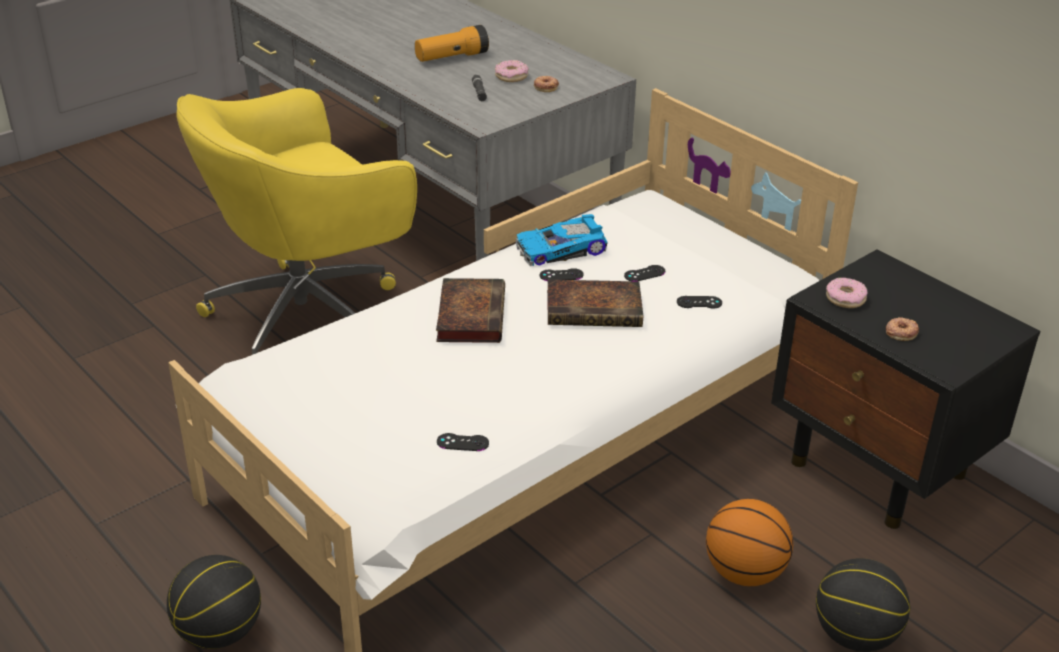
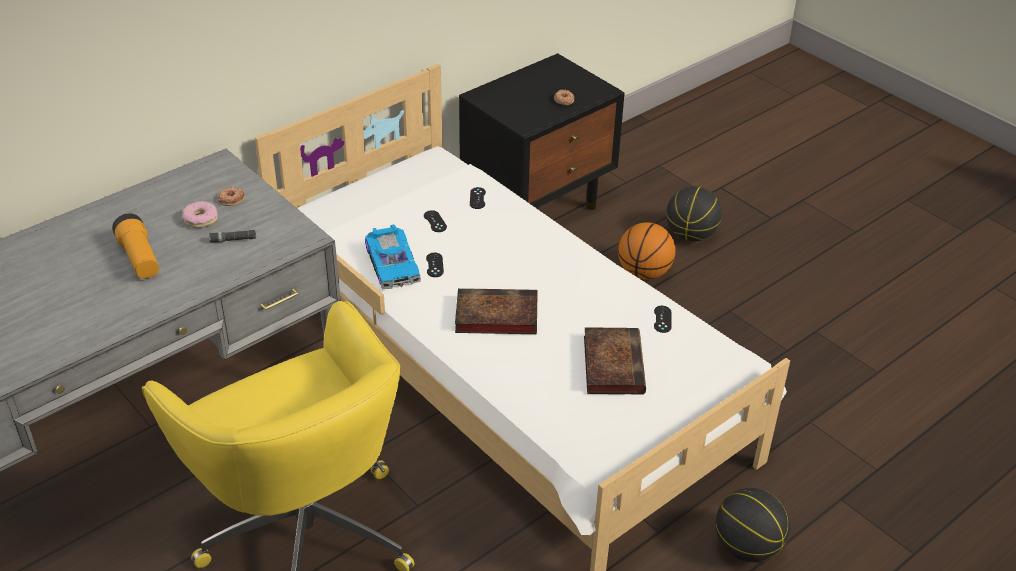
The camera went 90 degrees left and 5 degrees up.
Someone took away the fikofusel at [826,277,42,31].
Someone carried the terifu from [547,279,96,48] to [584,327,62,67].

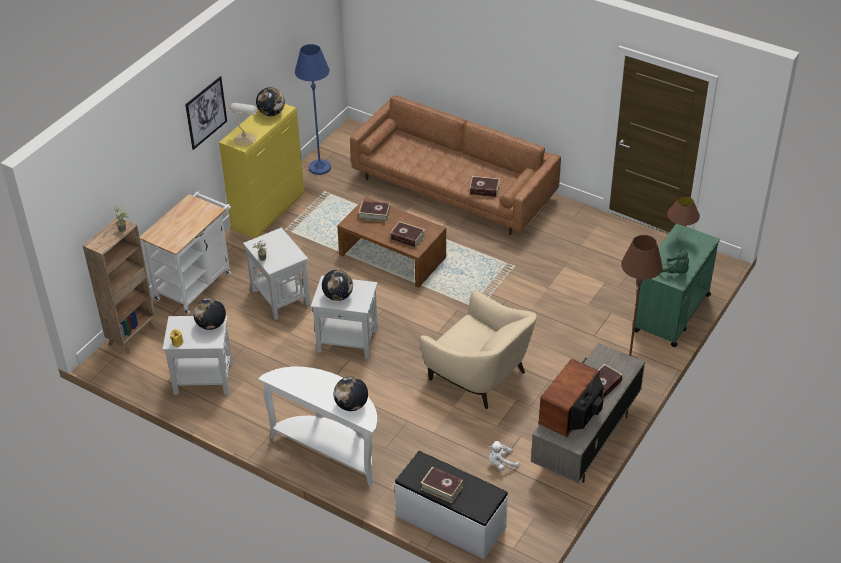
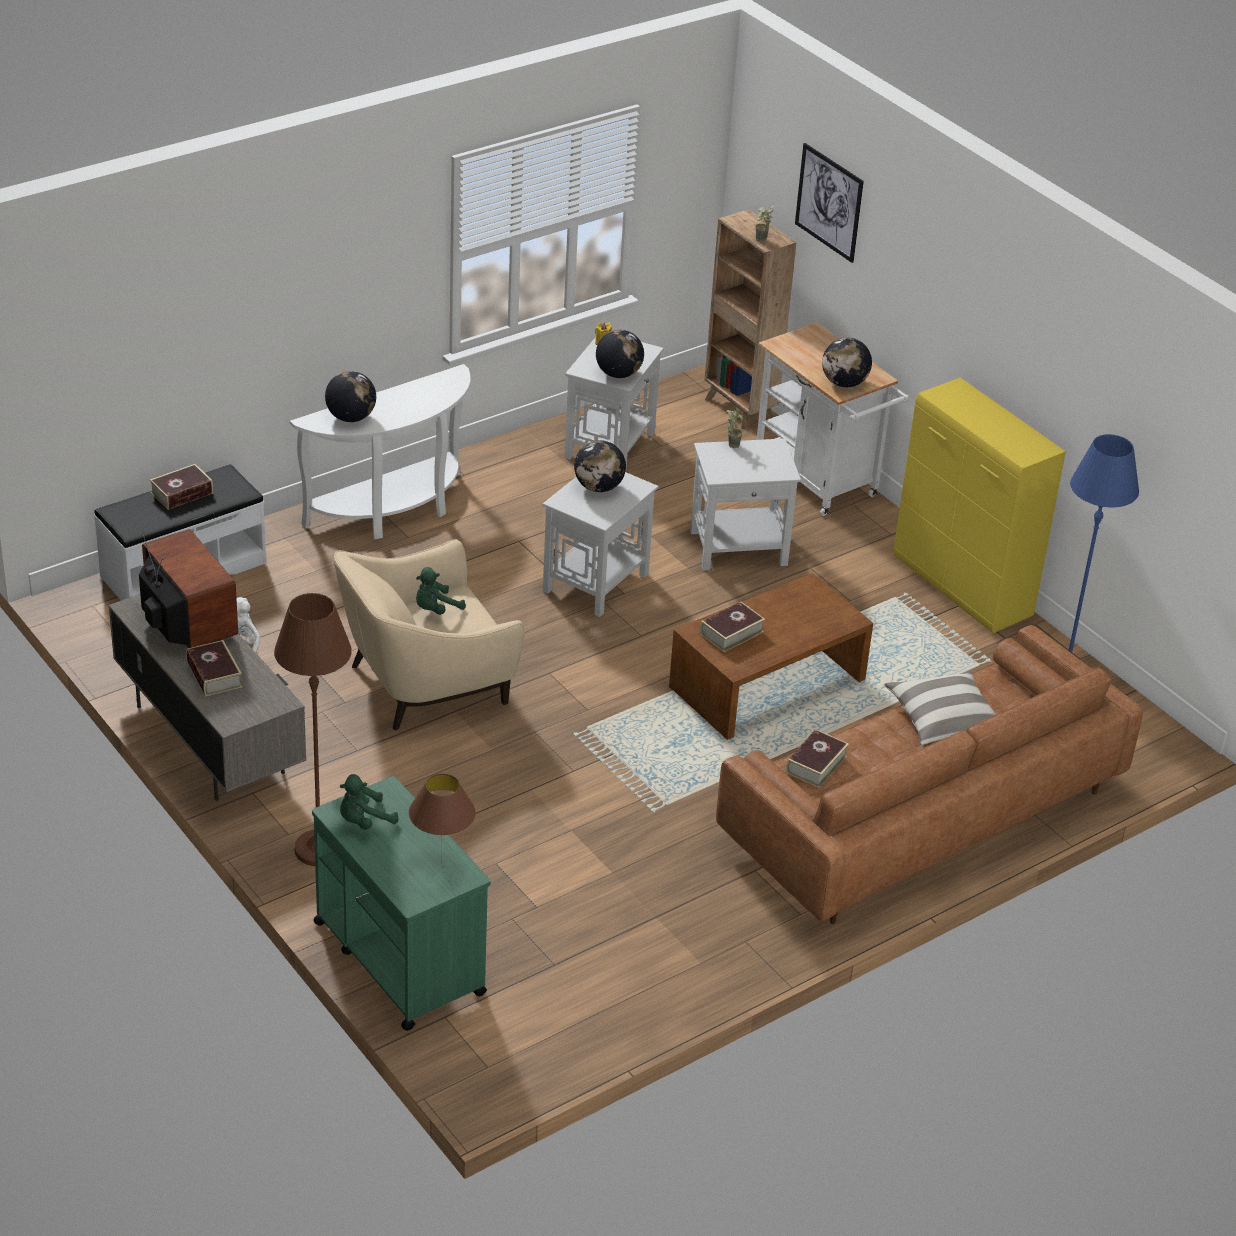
The camera went 110 degrees right and 5 degrees down.
Someone carried the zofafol from [185,76,42,74] to [795,143,69,120].
Someone carried the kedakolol from [256,87,29,29] to [822,338,50,49].
Someone took away the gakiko at [227,103,30,43].
Someone took away the terifu at [359,201,31,21].
Someone put down the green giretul at [416,567,50,48].
Someone put down the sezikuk at [885,670,111,75].

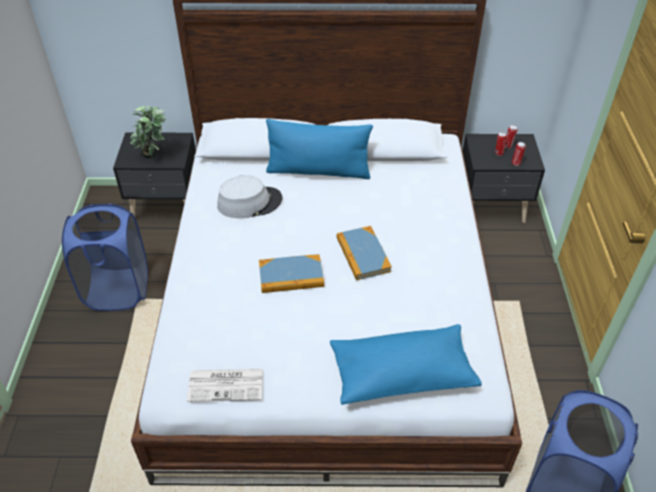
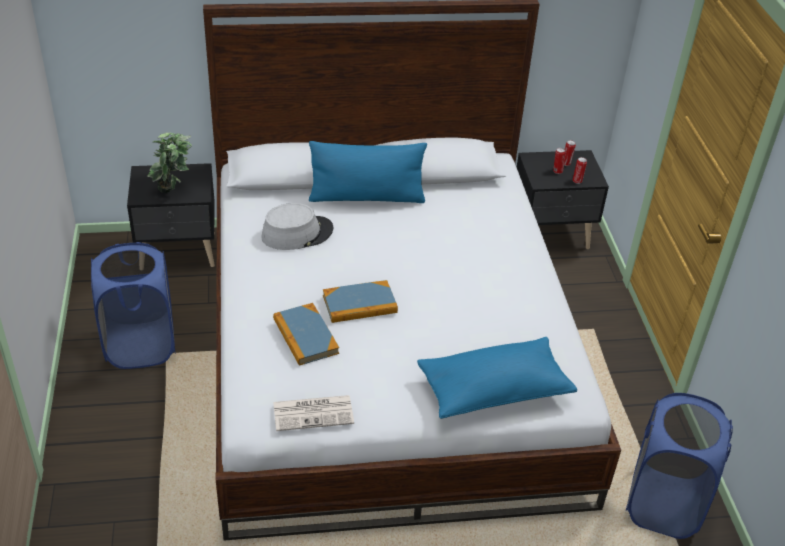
The camera went 10 degrees left and 5 degrees down.
Someone carried the terifu from [337,226,55,54] to [273,303,66,63].

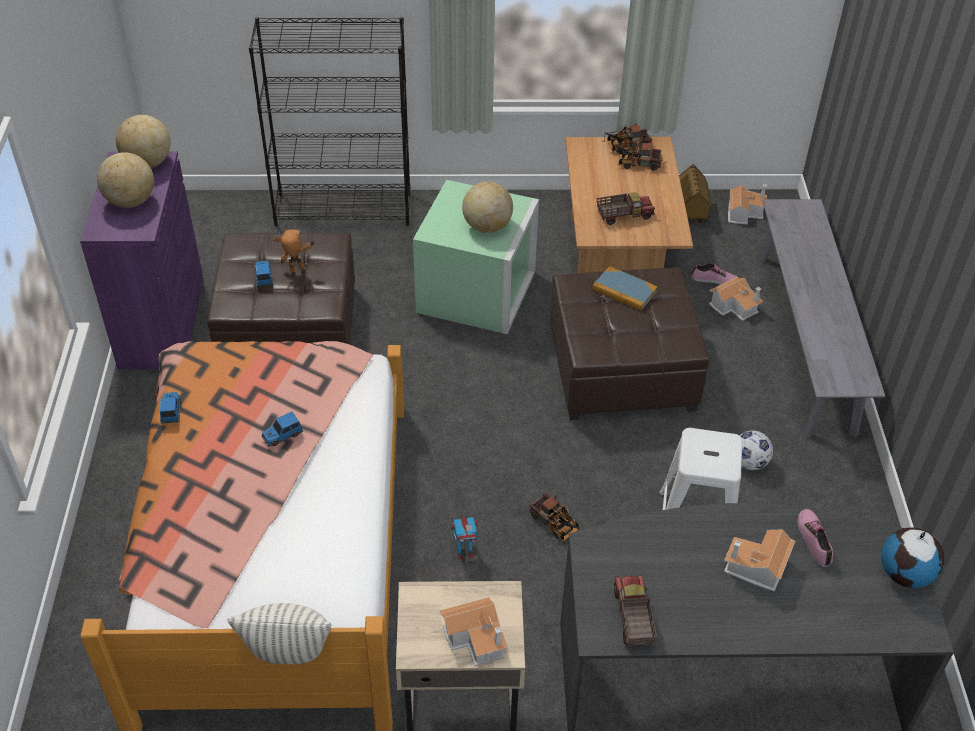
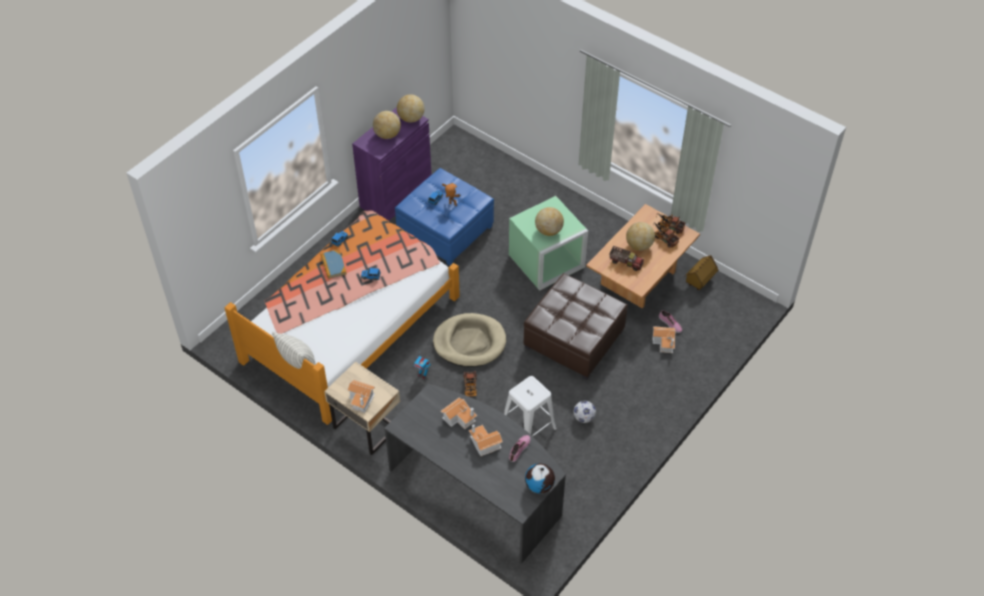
The camera went 40 degrees right and 5 degrees up.
Someone took away the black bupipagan at [249,17,161,209].
Someone carried the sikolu from [728,184,39,40] to [441,398,36,31].
Someone took away the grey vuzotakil at [759,199,126,239].
Someone repainted the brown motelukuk at [207,233,148,112], which became the blue motelukuk at [395,168,99,98].
Someone carried the terifu from [592,266,65,45] to [321,249,26,30].
Someone took away the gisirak at [614,575,43,72].
Someone put down the kedakolol at [626,222,29,29].
Someone put down the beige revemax at [433,313,73,54].

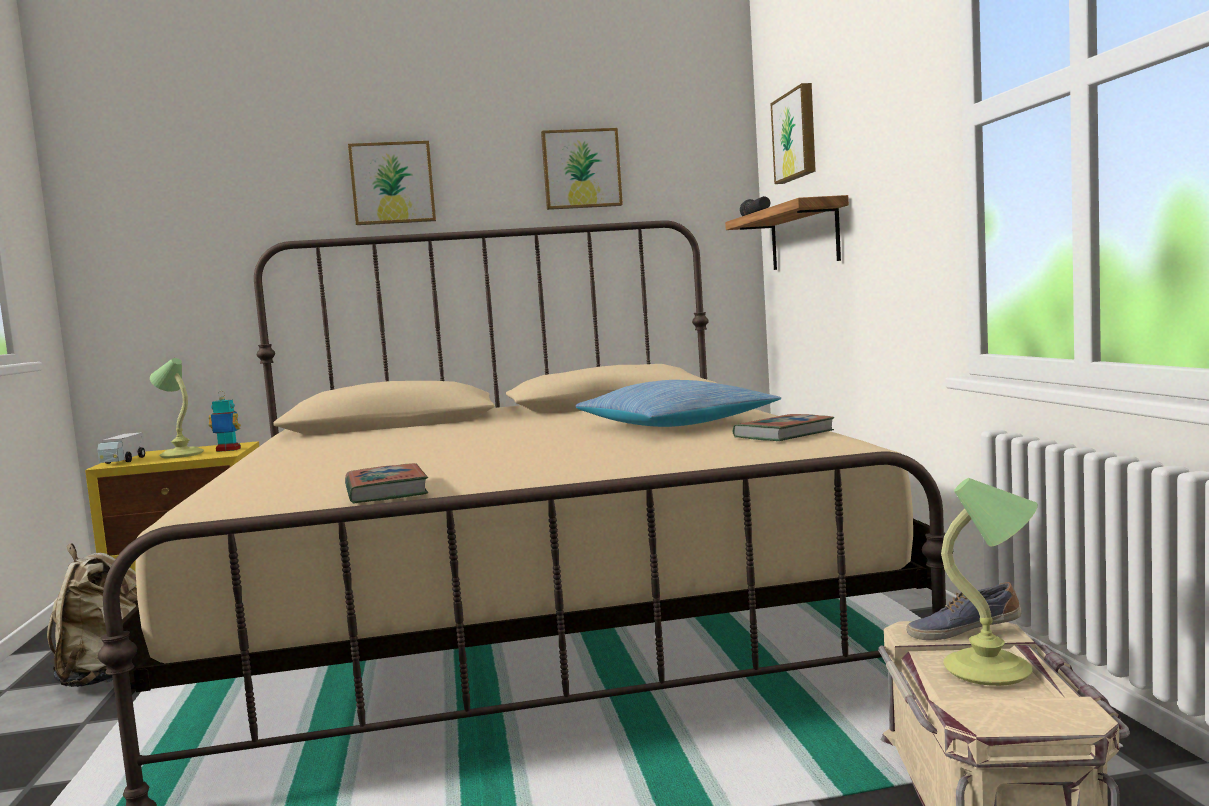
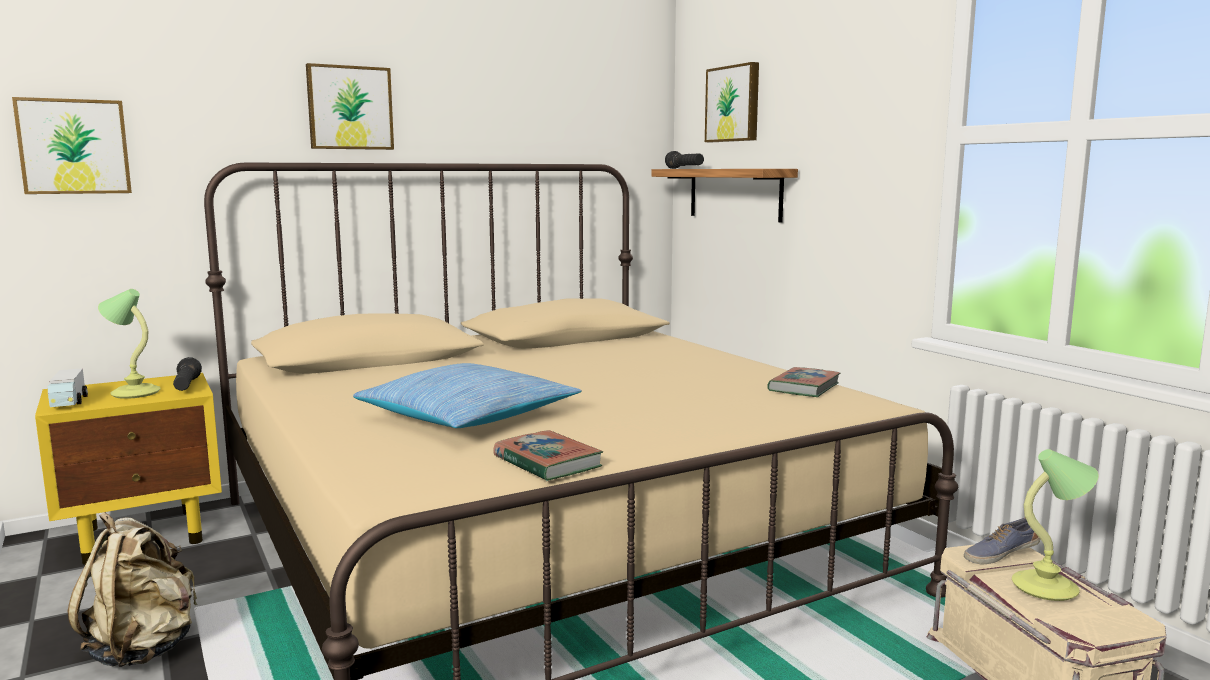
The camera went 20 degrees left and 5 degrees up.
Someone carried the zofafol from [541,128,82,82] to [12,97,120,97].
Someone carried the sezikuk from [576,380,205,47] to [353,363,229,65].
Someone swapped the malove at [209,391,32,61] for the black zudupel at [173,357,29,34].

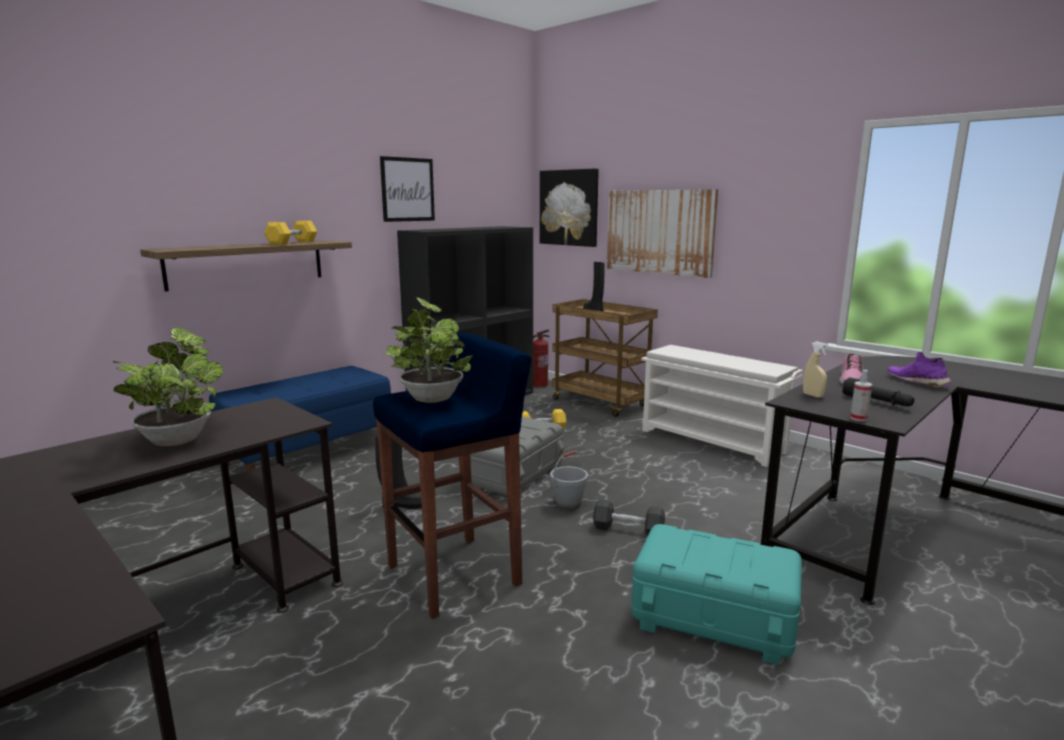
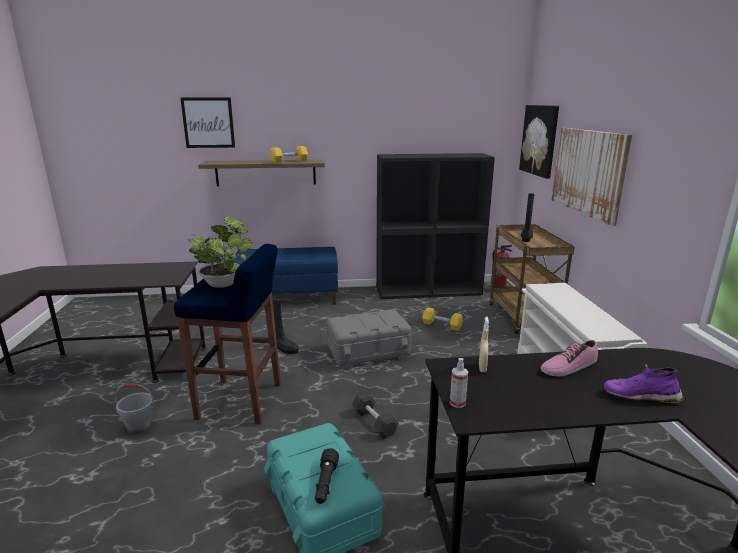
The camera went 40 degrees right and 5 degrees up.
Someone carried the zofafol from [380,156,55,66] to [180,97,55,51].
Someone took away the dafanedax at [112,327,111,119].
Someone rotated the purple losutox at [887,352,64,35] by 90 degrees counterclockwise.
Someone carried the black zudupel from [842,377,73,30] to [315,448,24,56].
Someone carried the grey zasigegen from [550,451,38,58] to [115,384,39,49].

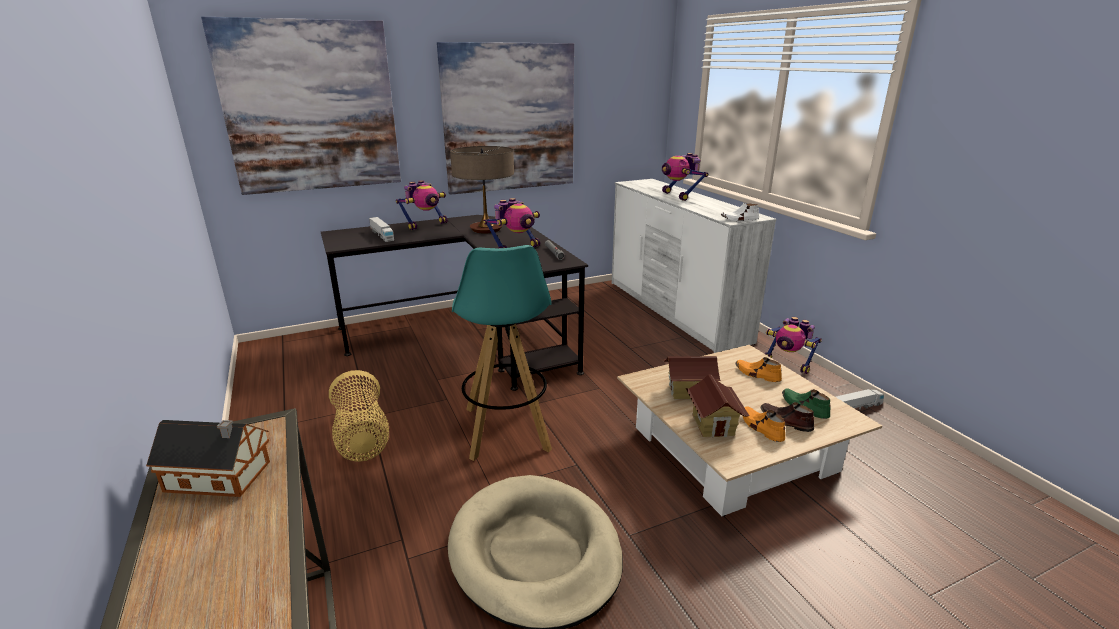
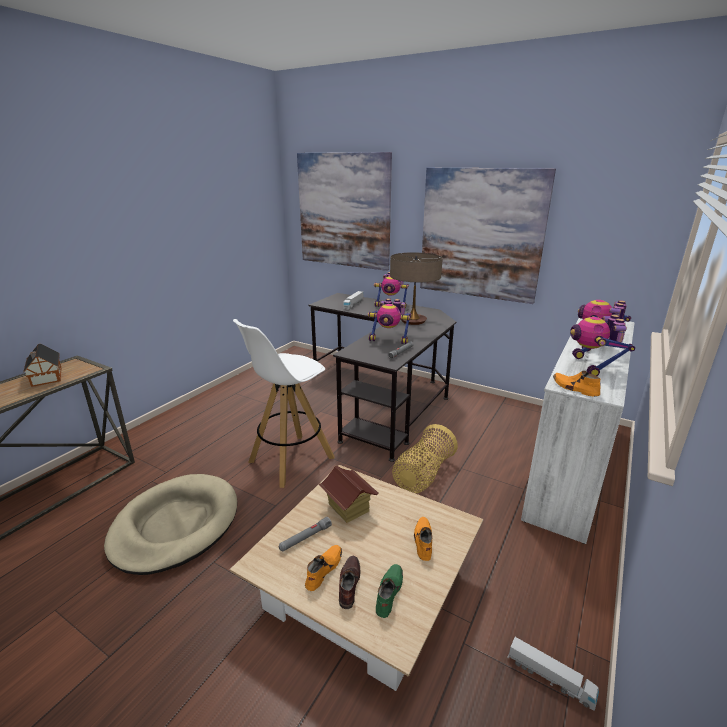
The camera went 55 degrees right and 0 degrees up.
Someone repainted the white losutox at [721,203,38,18], which became the orange losutox at [553,371,48,26].
Someone repainted the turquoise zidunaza at [452,245,100,216], which became the white zidunaza at [233,319,102,169].
Someone carried the malove from [764,317,58,57] to [570,315,65,61].
Someone carried the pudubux from [329,370,60,92] to [392,424,66,69].
Someone swapped the sikolu at [686,374,63,63] for the grey zudupel at [279,517,53,34].

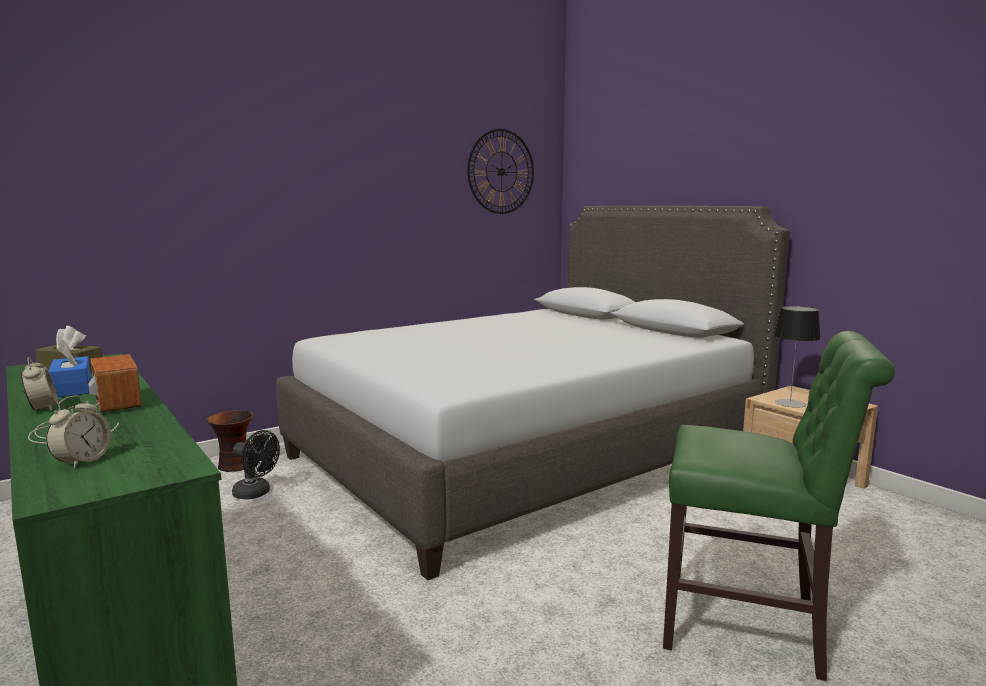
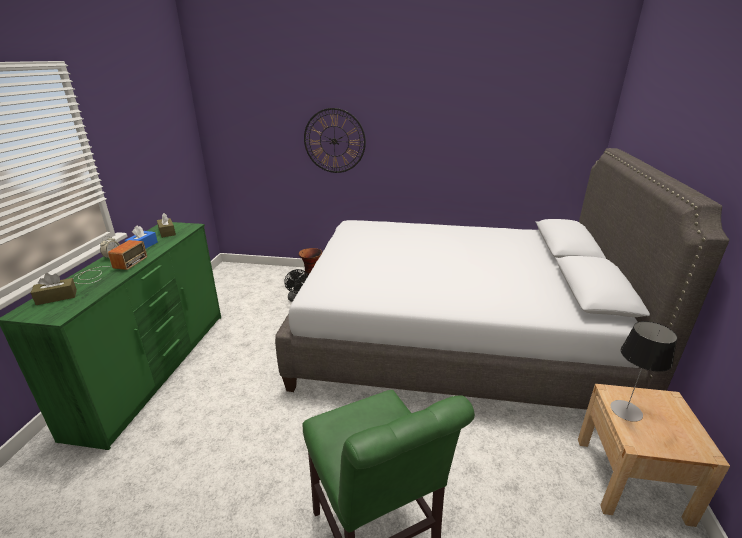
The camera went 45 degrees right and 15 degrees up.
Someone carried the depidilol from [467,129,67,85] to [304,108,62,65].
Someone swapped the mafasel at [46,396,65,73] for the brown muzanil at [31,273,46,32].

